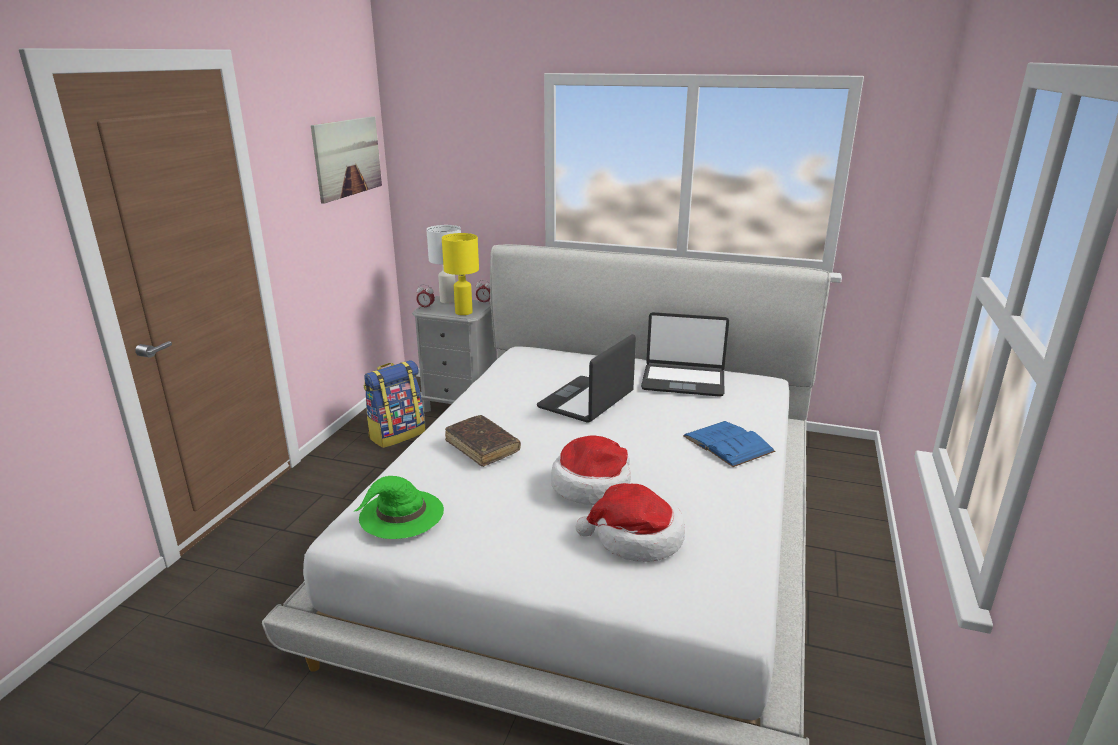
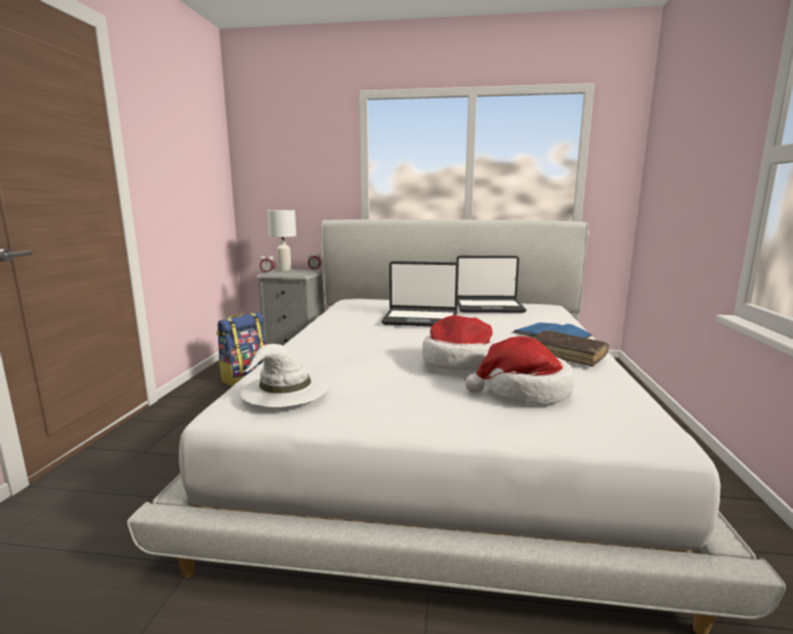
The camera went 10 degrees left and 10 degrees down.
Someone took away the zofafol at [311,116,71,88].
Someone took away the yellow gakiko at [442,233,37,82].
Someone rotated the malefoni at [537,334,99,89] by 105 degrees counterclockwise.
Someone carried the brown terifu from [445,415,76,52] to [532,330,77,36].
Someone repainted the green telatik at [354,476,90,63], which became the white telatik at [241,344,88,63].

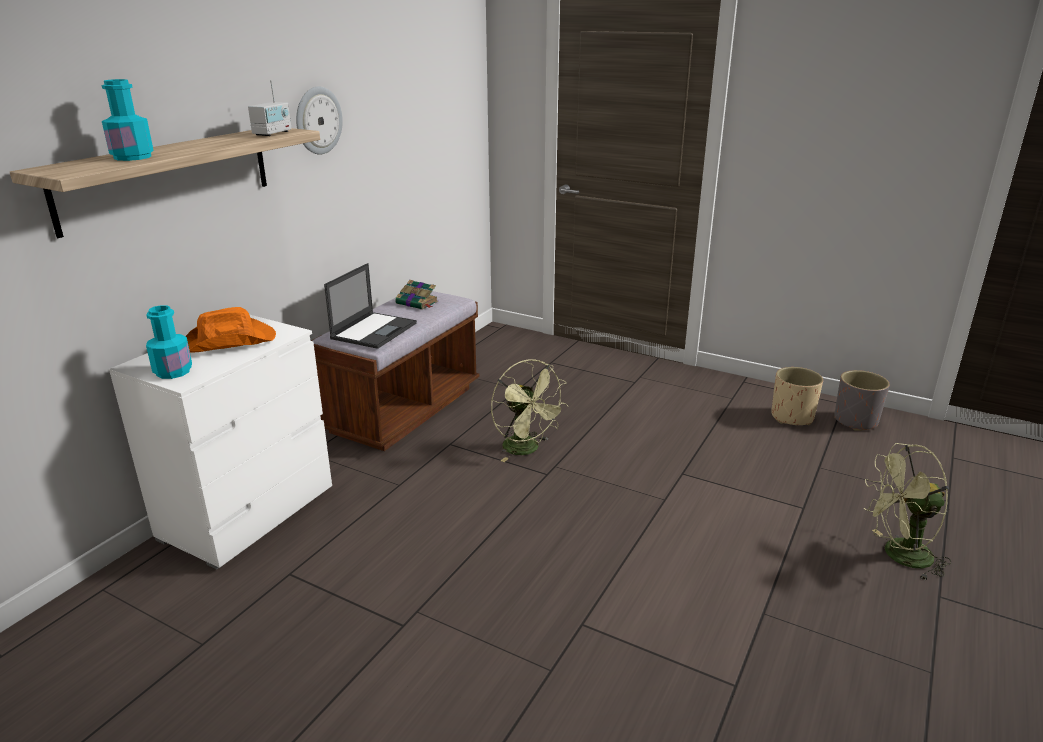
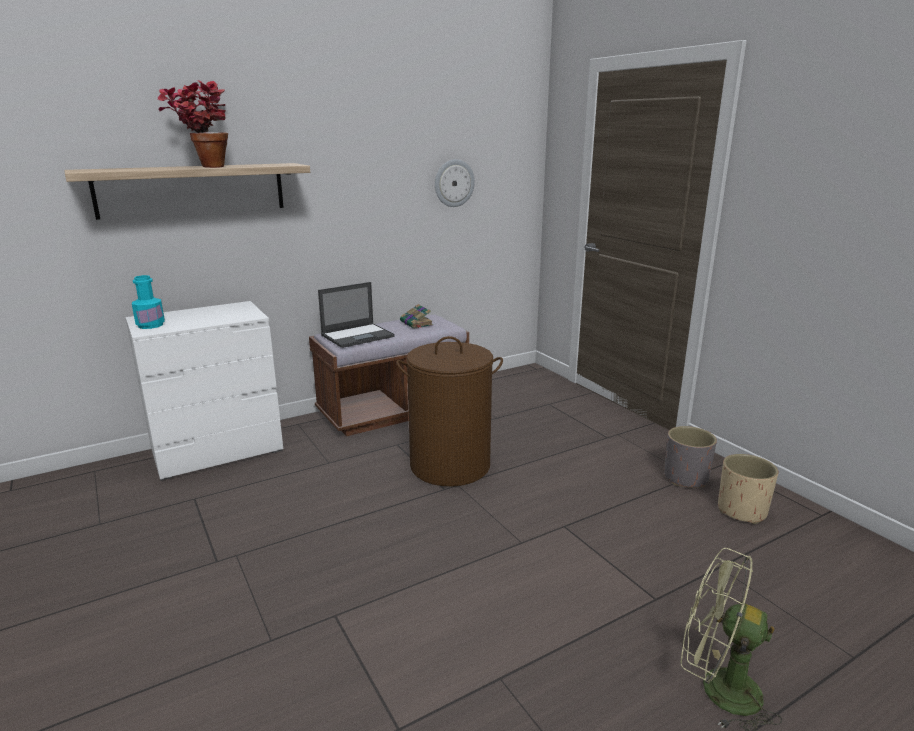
The camera went 30 degrees right and 5 degrees down.
Someone took away the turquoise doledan at [101,79,53,82].
Someone took away the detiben at [248,80,43,56].
Someone carried the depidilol from [296,86,47,68] to [435,159,40,48].
Someone took away the orange telatik at [186,307,90,46].
Someone swapped the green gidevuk at [491,359,77,103] for the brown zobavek at [396,336,107,150].
Someone carried the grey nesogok from [834,370,56,61] to [664,426,53,62].
Someone put down the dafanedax at [158,80,70,88].

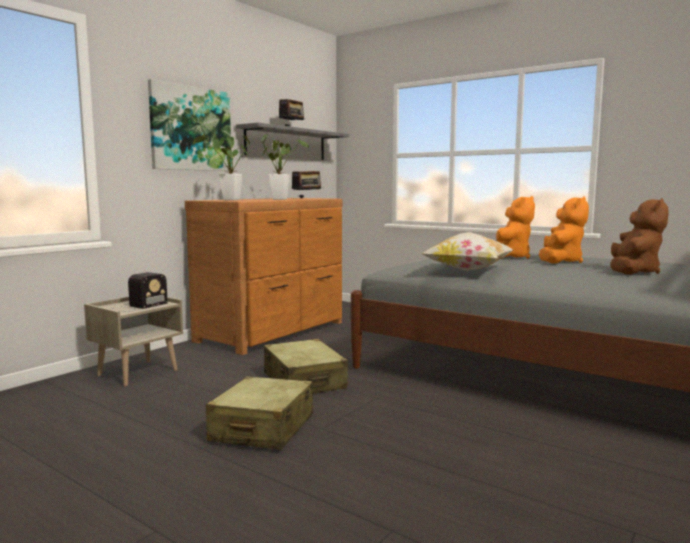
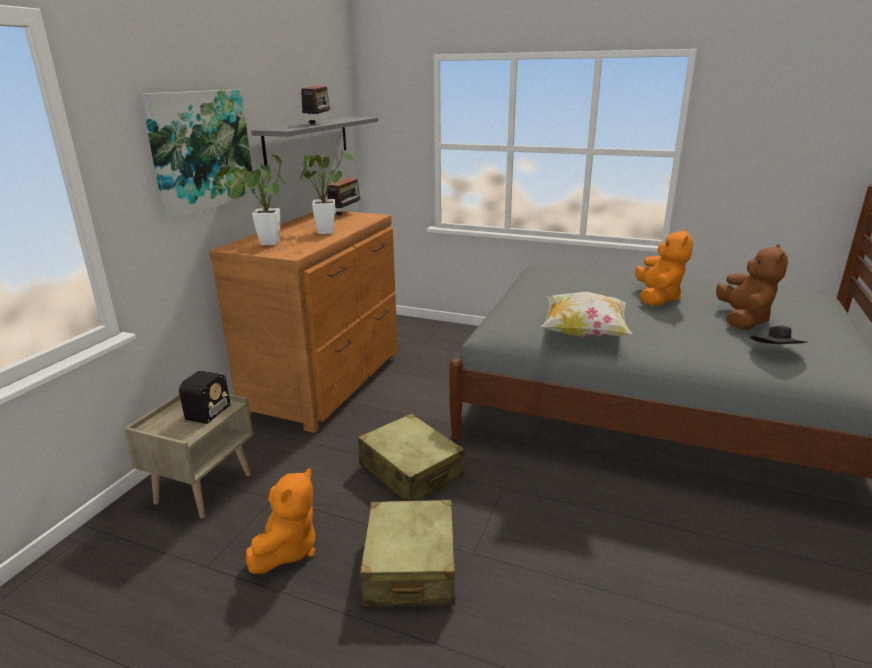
The camera went 15 degrees left and 15 degrees up.
Someone carried the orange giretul from [496,196,39,63] to [246,468,70,106].
Someone put down the black telatik at [750,325,58,19].

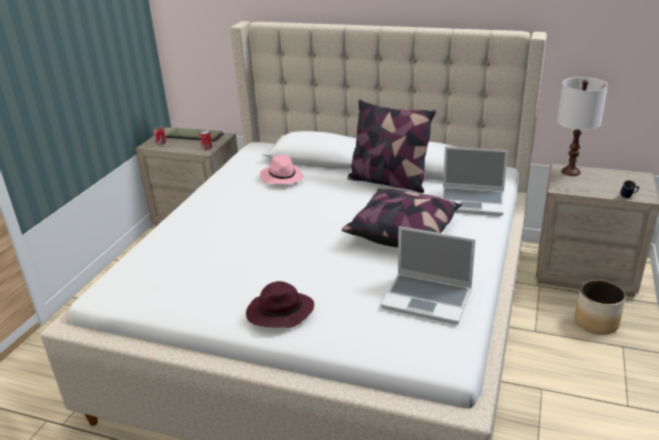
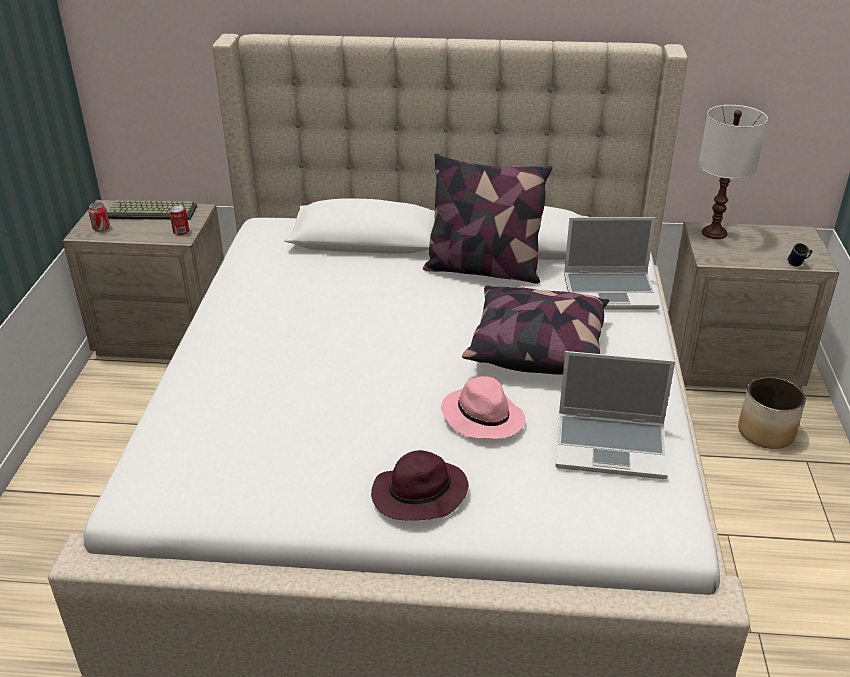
The camera went 15 degrees left and 5 degrees up.
Someone carried the pink telatik from [260,155,44,30] to [441,376,84,63].

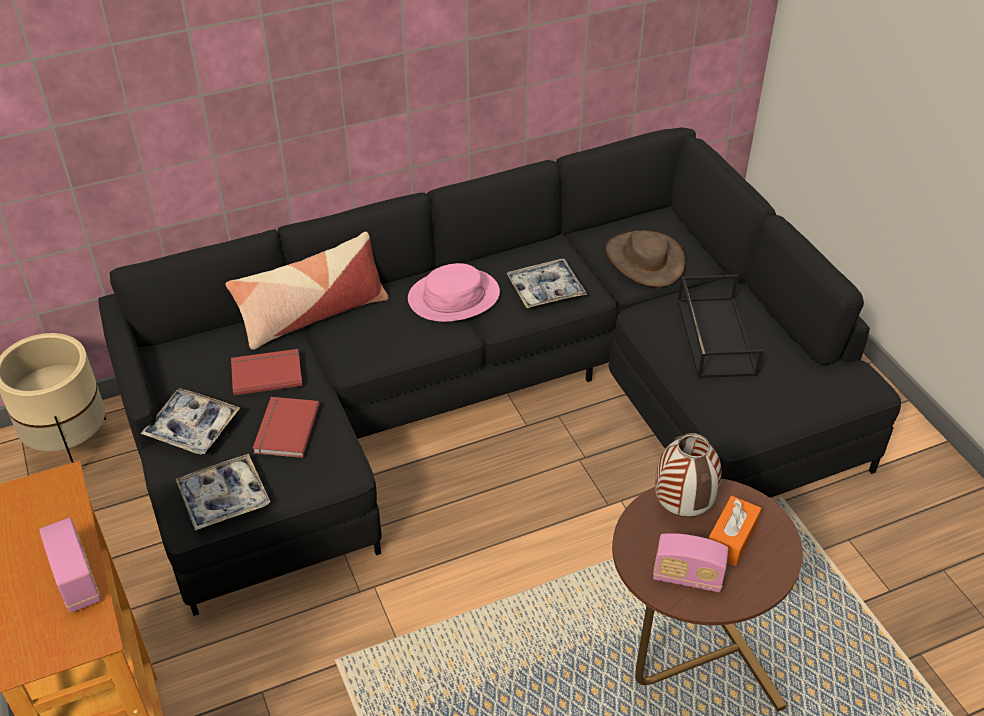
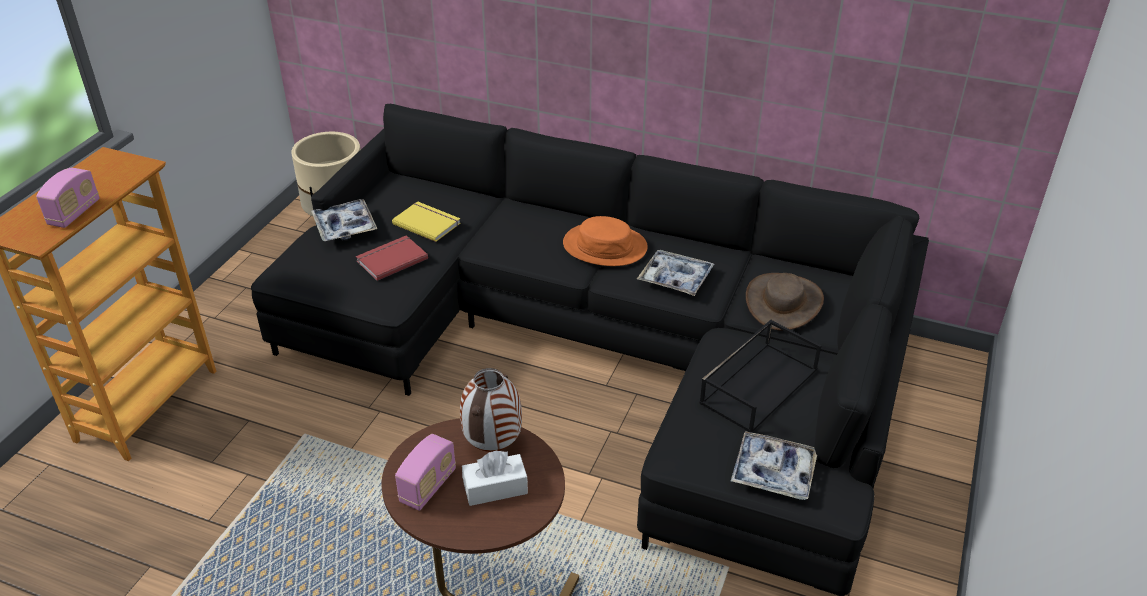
The camera went 45 degrees right and 5 degrees down.
Someone took away the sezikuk at [226,232,163,118].
Someone repainted the pink telatik at [408,263,92,59], which became the orange telatik at [563,216,85,50].
Someone repainted the red terifu at [231,349,72,46], which became the yellow terifu at [392,201,69,41].
Someone carried the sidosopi from [175,454,95,77] to [731,431,86,69].
Someone repainted the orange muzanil at [709,496,53,70], which became the white muzanil at [462,451,66,55].
Someone rotated the detiben at [653,533,75,59] by 120 degrees counterclockwise.

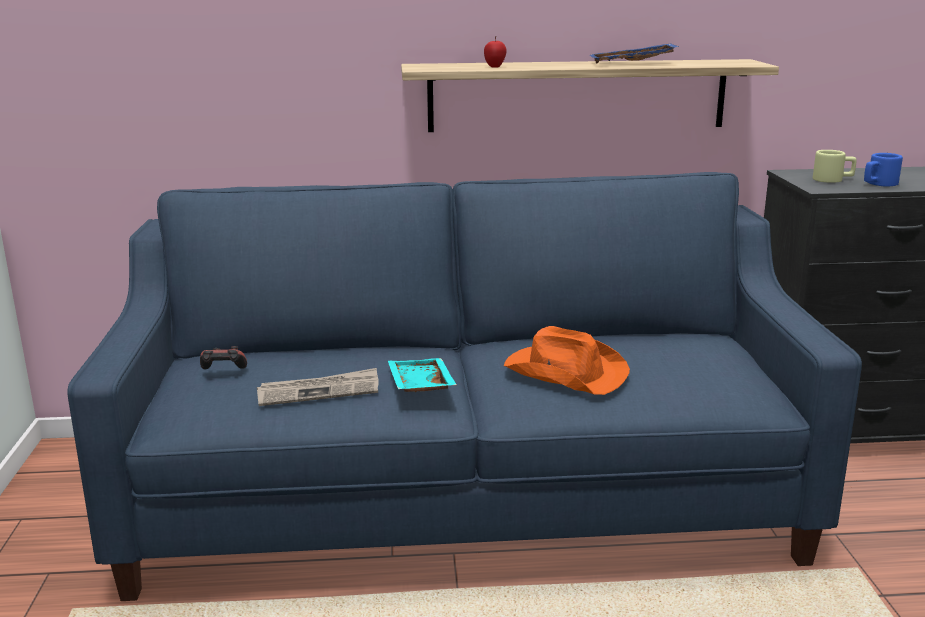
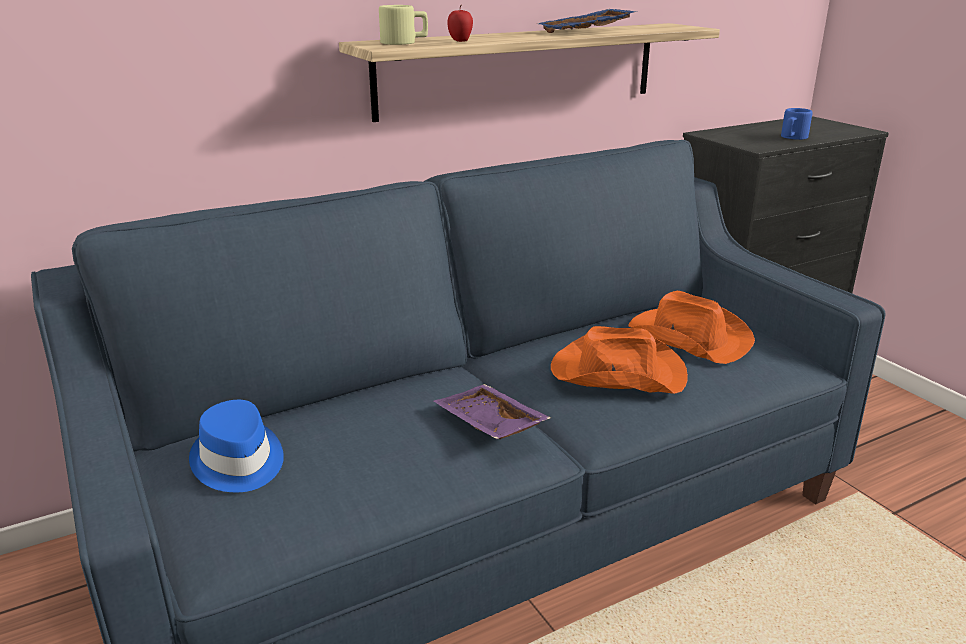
The camera went 25 degrees left and 5 degrees up.
Someone carried the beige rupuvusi from [813,150,43,33] to [379,5,49,40].
Someone swapped the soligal at [200,346,47,23] for the blue telatik at [189,400,95,92].
Someone repainted the turquoise sidosopi at [388,358,69,34], which became the purple sidosopi at [434,384,117,55].
Someone took away the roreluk at [257,368,122,38].
Someone put down the orange telatik at [628,291,127,73].

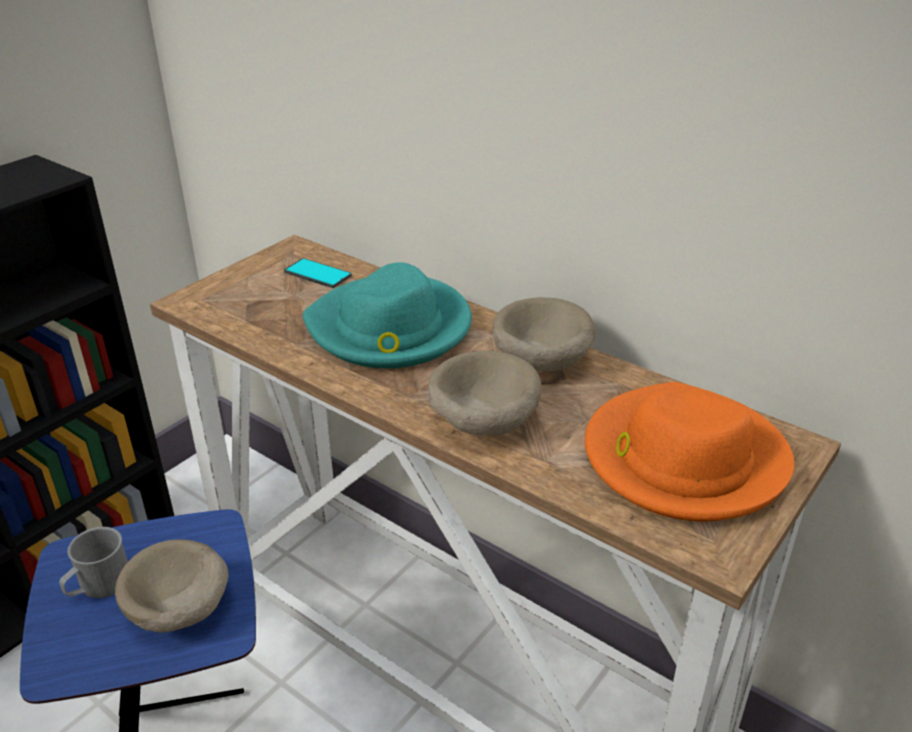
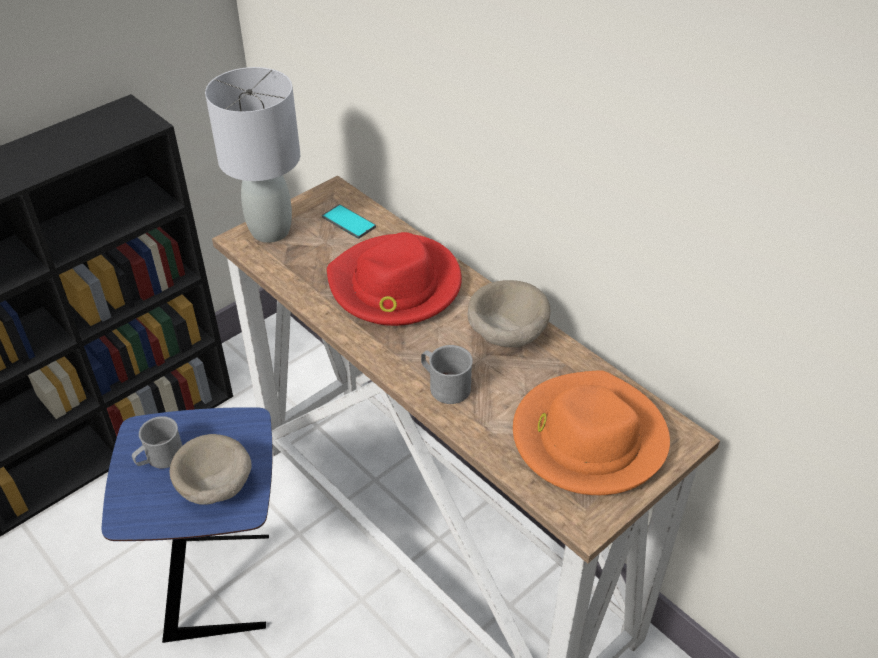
The camera went 10 degrees right and 10 degrees up.
Someone repainted the turquoise telatik at [302,262,170,106], which became the red telatik at [327,232,135,94].
Someone swapped the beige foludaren at [428,351,114,85] for the grey rupuvusi at [421,345,52,59].
Someone put down the grey gakiko at [205,67,95,176].

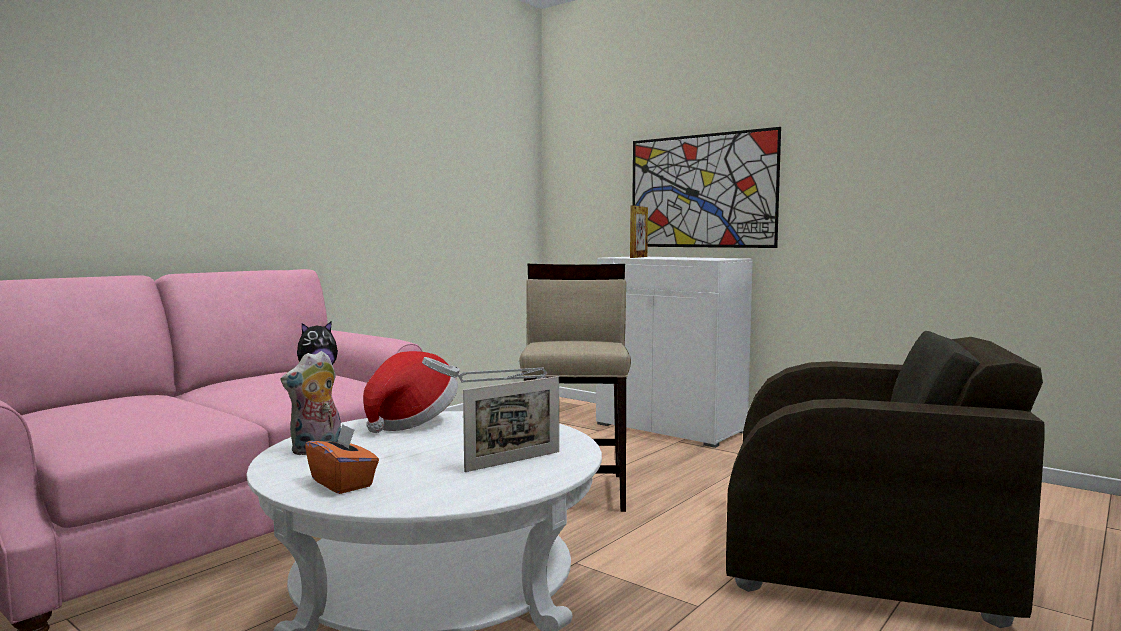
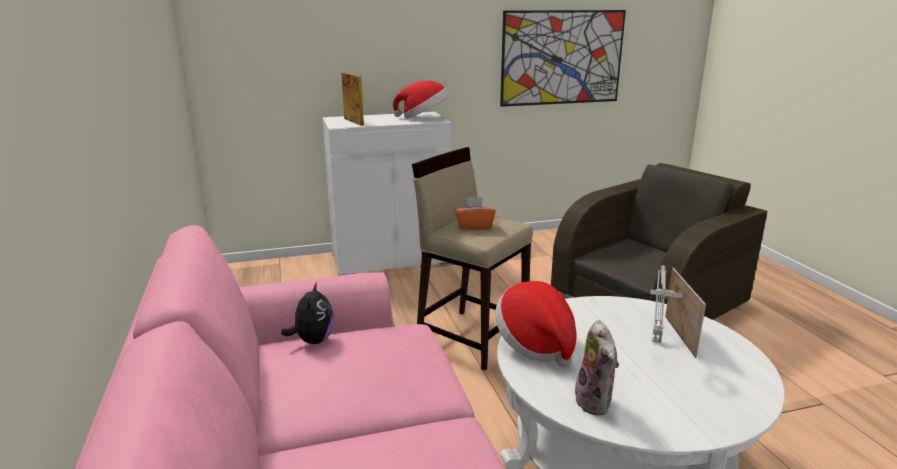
The camera went 55 degrees left and 15 degrees up.
Someone carried the zofafol from [632,127,149,121] to [500,10,126,97].
Someone carried the orange muzanil from [305,424,74,70] to [455,197,41,33].
Someone put down the telatik at [393,81,57,38].

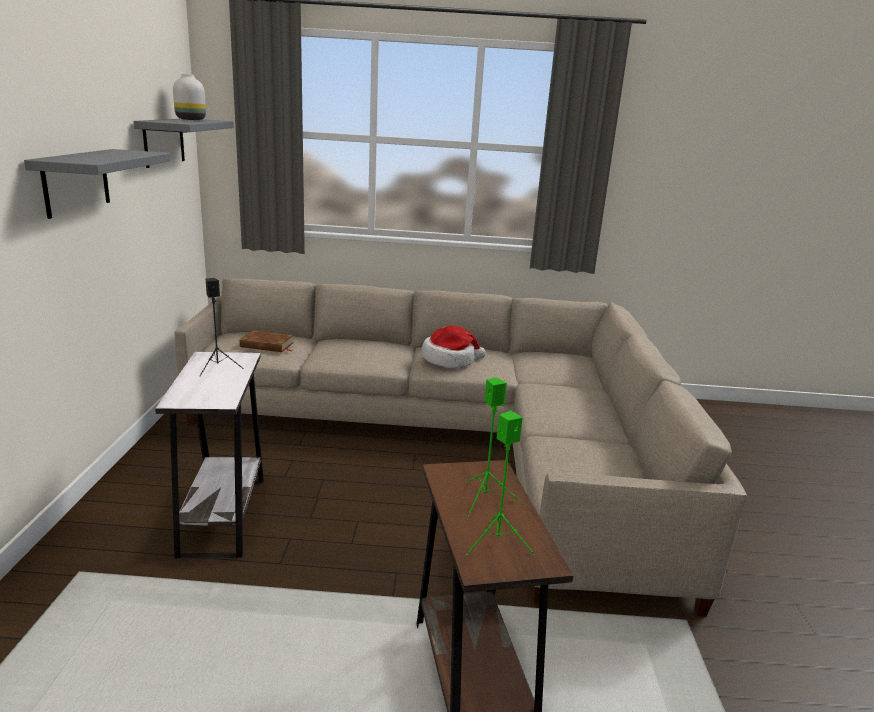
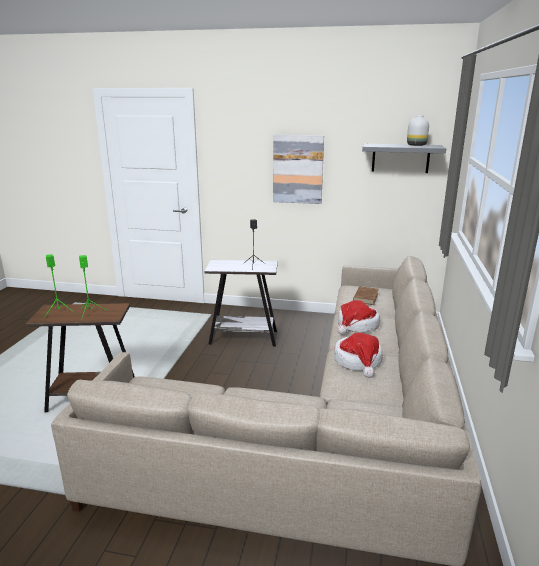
The camera went 100 degrees right and 0 degrees up.
Someone swapped the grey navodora at [24,149,147,70] for the zofafol at [273,135,51,69].
Someone put down the telatik at [337,300,43,35].

